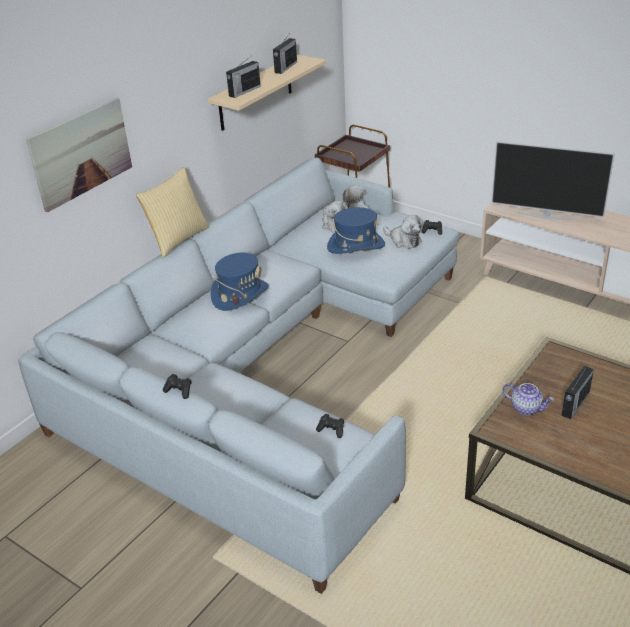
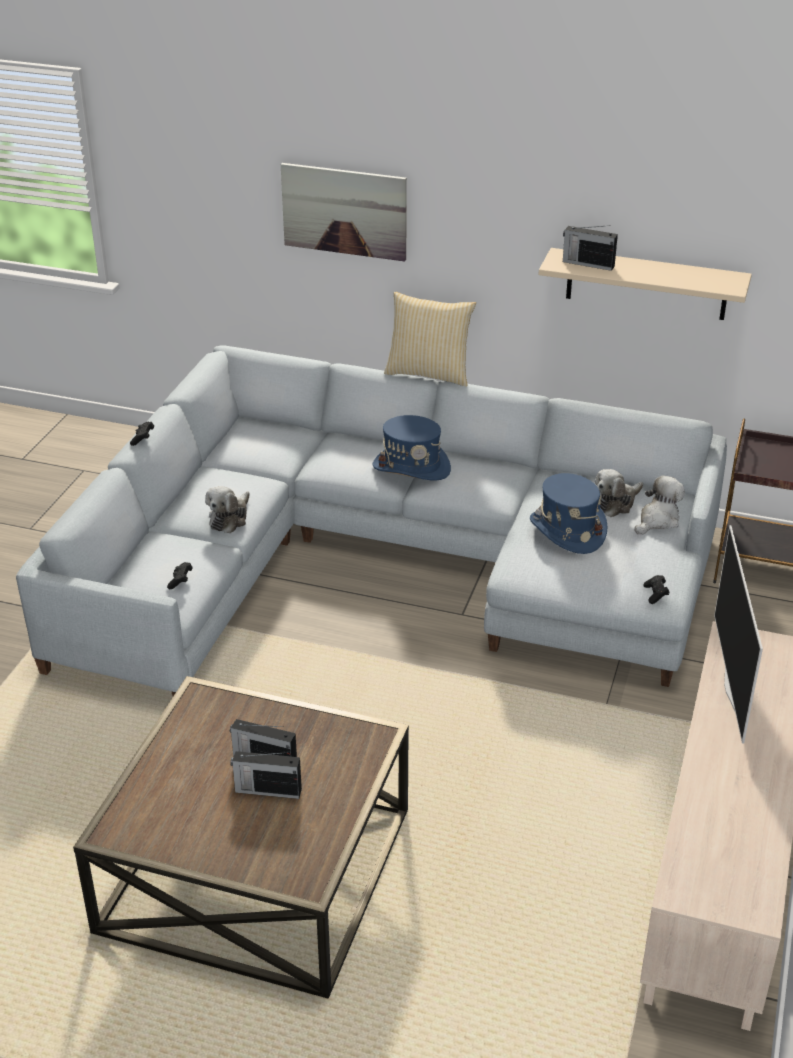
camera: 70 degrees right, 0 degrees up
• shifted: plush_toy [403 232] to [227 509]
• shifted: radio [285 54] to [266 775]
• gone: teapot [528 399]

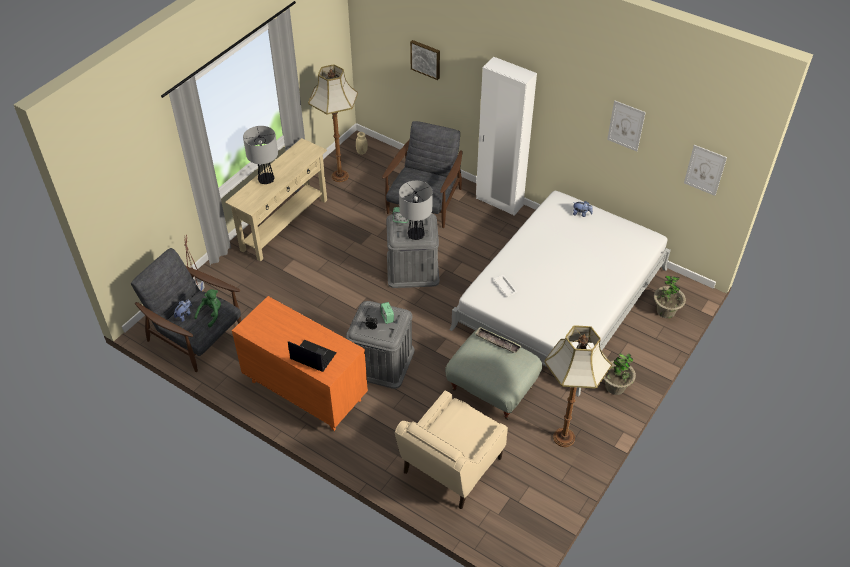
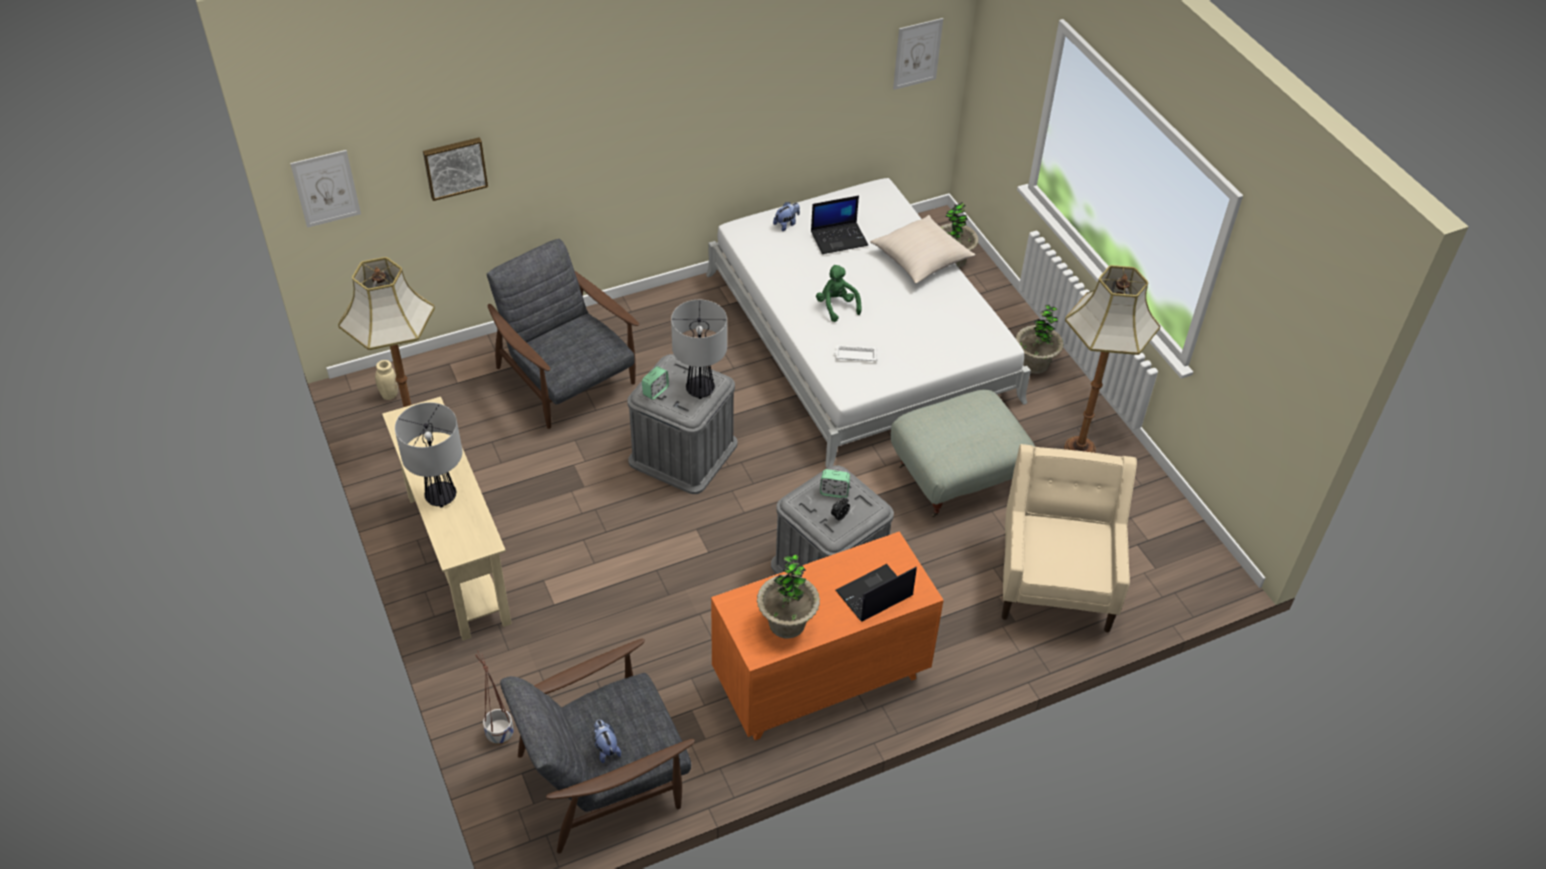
camera: 60 degrees left, 0 degrees up
• shifted: picture [626 126] to [325 189]
• new: potted_plant [788 596]
• new: laptop [839 225]
• shifted: green_plush_toy [207 308] to [838 293]
• new: beige_pillow [923 249]
• rotated: beige_armchair [451 449] = [1069 538] 150 degrees counterclockwise
• gone: tray [498 340]
• gone: white_wardrobe [506 136]

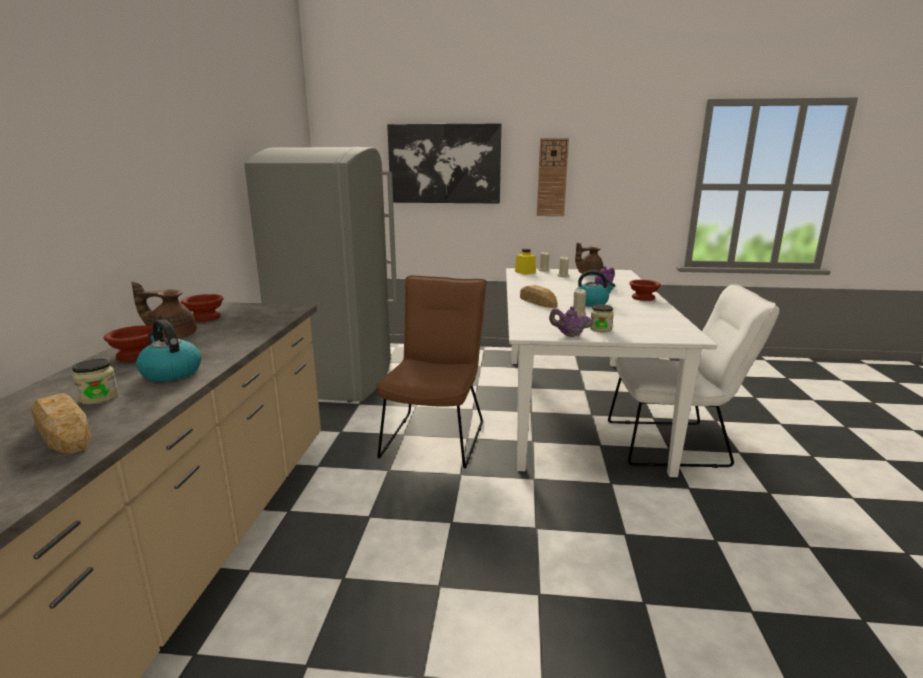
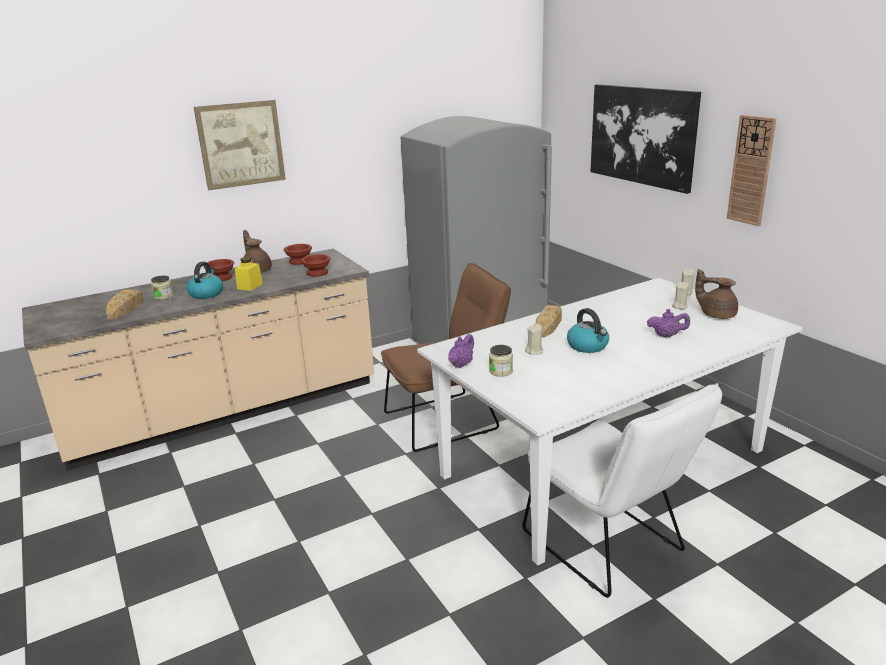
camera: 55 degrees right, 5 degrees up
• new: picture [240 145]
• shifted: yellow_jar [525 262] to [249 274]
• shifted: brown_bowl [645 290] to [316 265]
• rotated: purple_teapot [570 321] = [461 351] 45 degrees clockwise

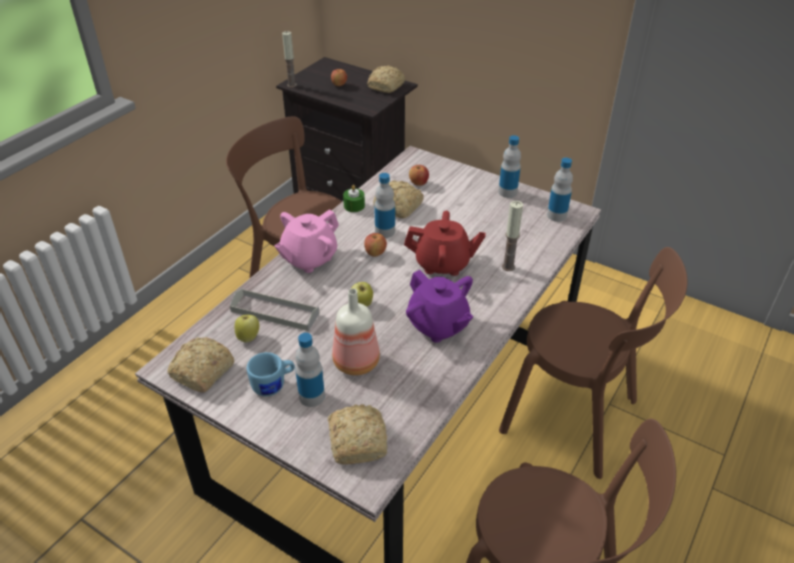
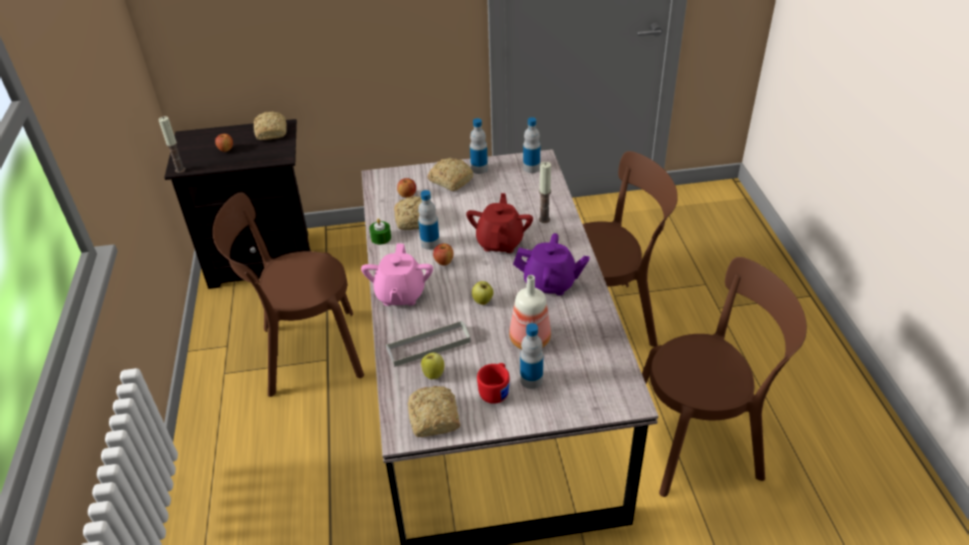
camera: 40 degrees left, 0 degrees up
• shifted: bread [357 434] to [450 174]
• rotated: red_teapot [445 243] = [499 223] 45 degrees counterclockwise
• repainted: blue_mug [271 374] to red_mug [493 383]

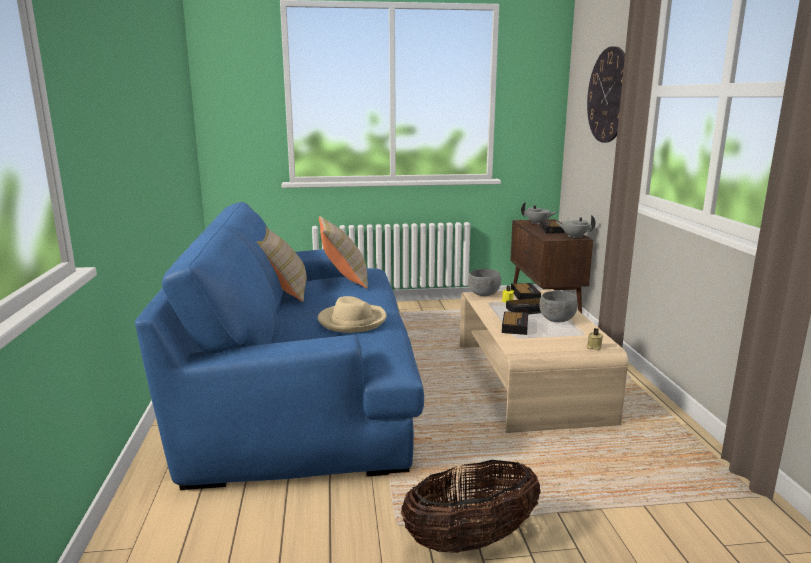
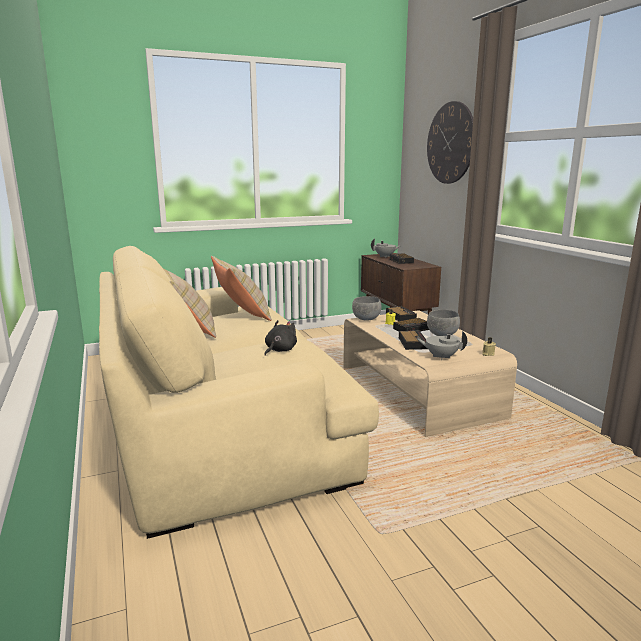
camera: 15 degrees left, 0 degrees up
• repainted: blue_sofa [279 346] to beige_sofa [239 392]
• swapped: beige_hat [352 314] to black_plush_toy [280 338]
• shifted: grey_teapot [575 226] to [442 345]
• gone: basket [471 506]

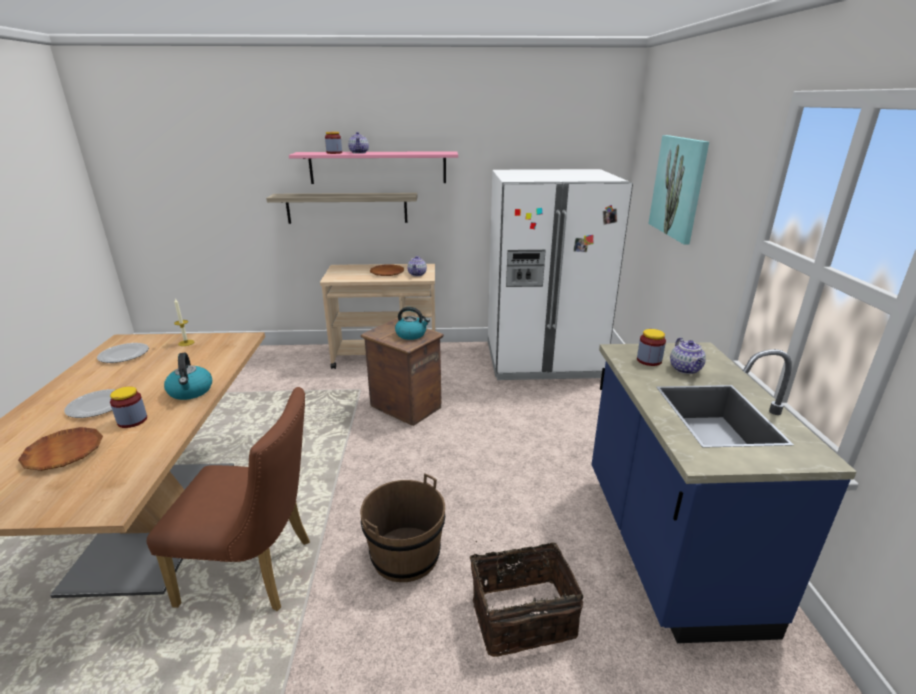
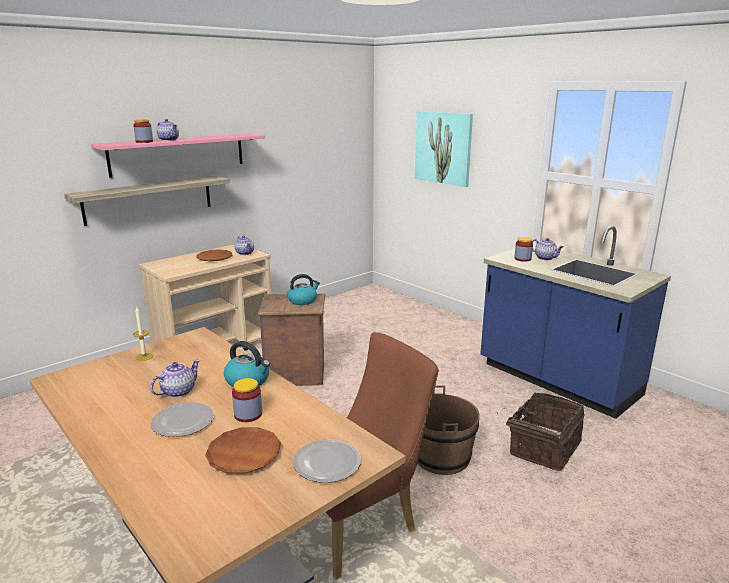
camera: 40 degrees left, 5 degrees down
• new: teapot [175 379]
• shifted: plate [123 353] to [327 461]
• gone: white_fridge [560 274]

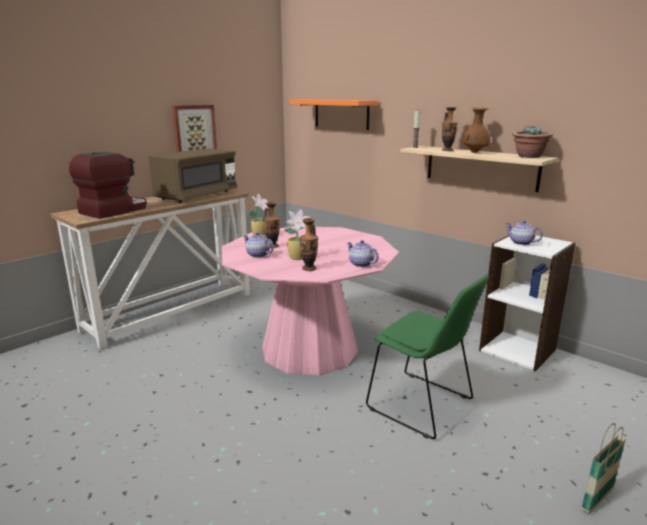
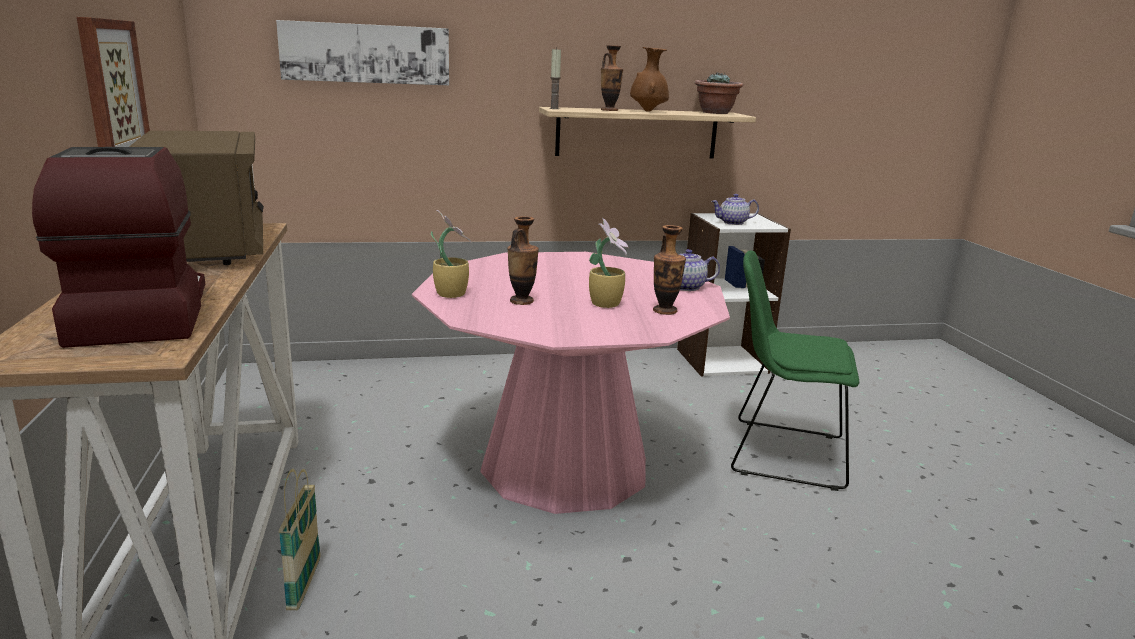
camera: 55 degrees left, 0 degrees up
• swapped: orange_shelf [333 114] to picture [362 52]
• shifted: basket [603 468] to [300 539]
• rotated: green_chair [427 356] = [795 371] 150 degrees counterclockwise
• gone: teapot [258 245]

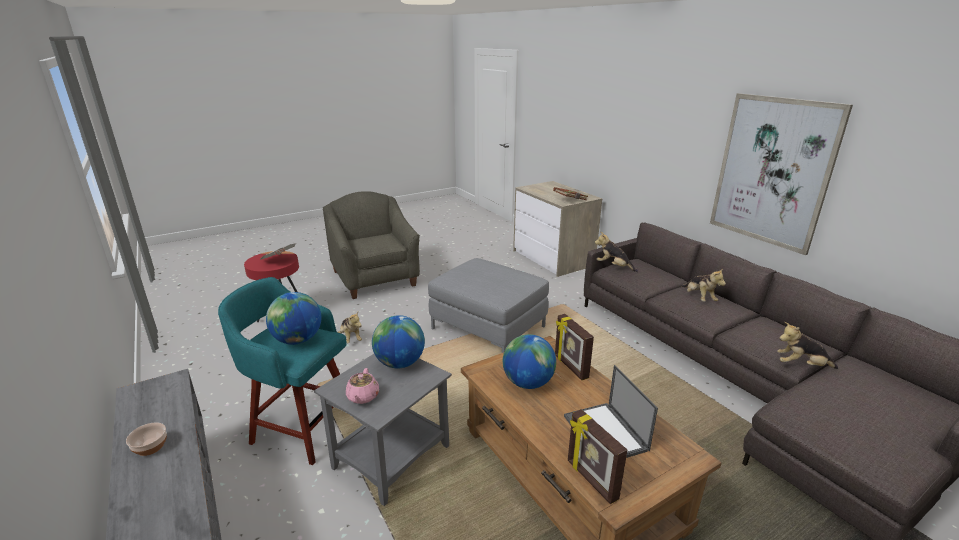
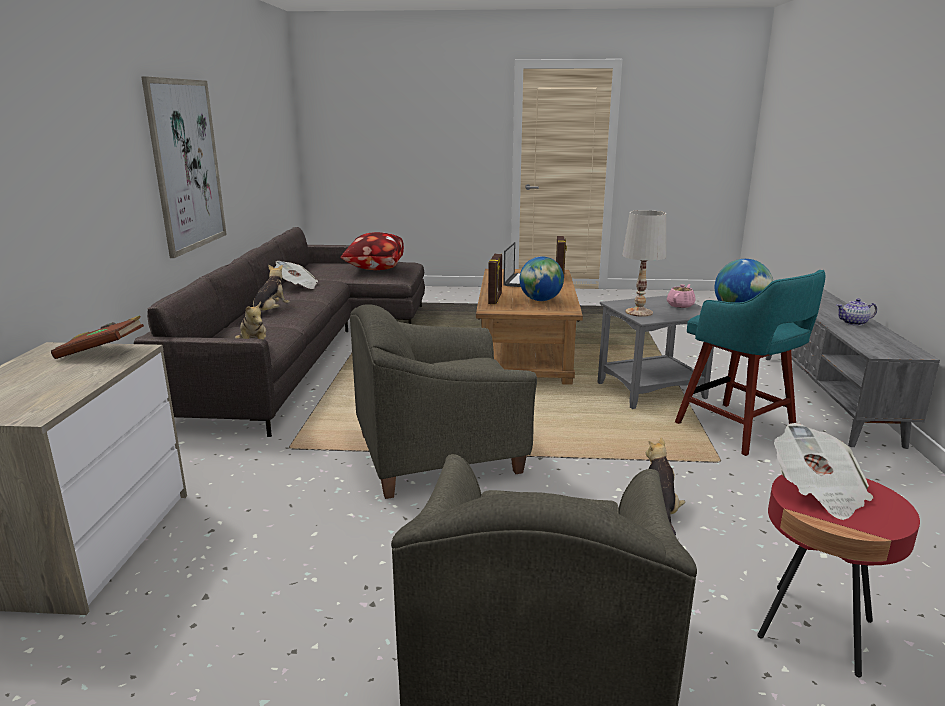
camera: 145 degrees left, 5 degrees down
• new: newspaper [296 275]
• new: pillow [372 251]
• swapped: grey_ottoman [488 305] to grey_armchair [443 401]
• swapped: globe [398 341] to white_table_lamp [644 263]
• swapped: bowl [146 439] to teapot [857 312]
• gone: plush_toy [807 345]

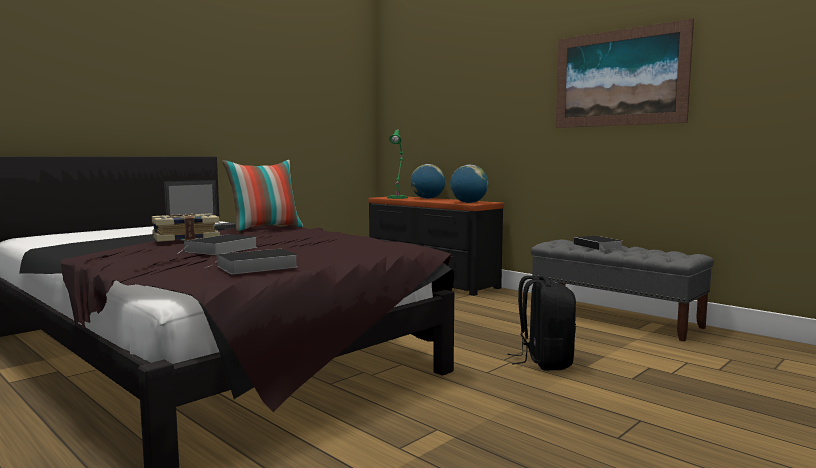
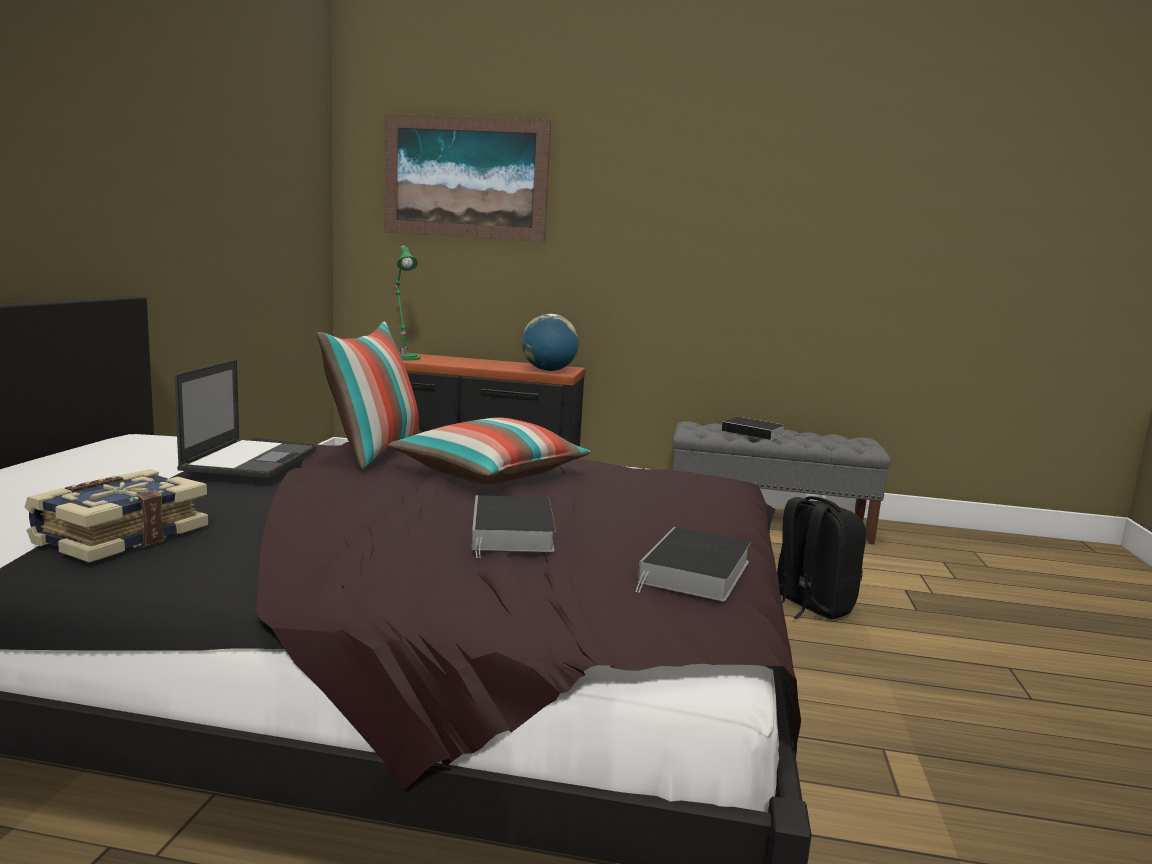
camera: 35 degrees left, 5 degrees up
• shifted: book [186 227] to [116 516]
• shifted: picture [625 73] to [467 178]
• new: pillow [489 450]
• gone: globe [428 181]

